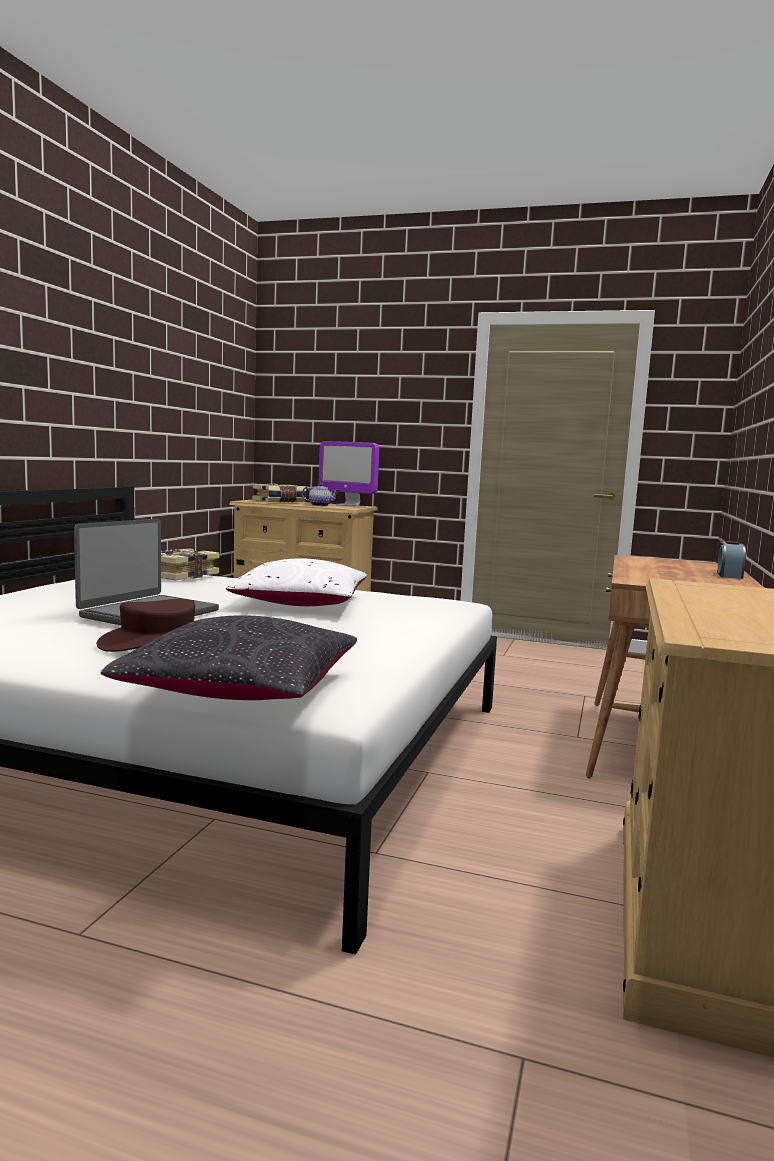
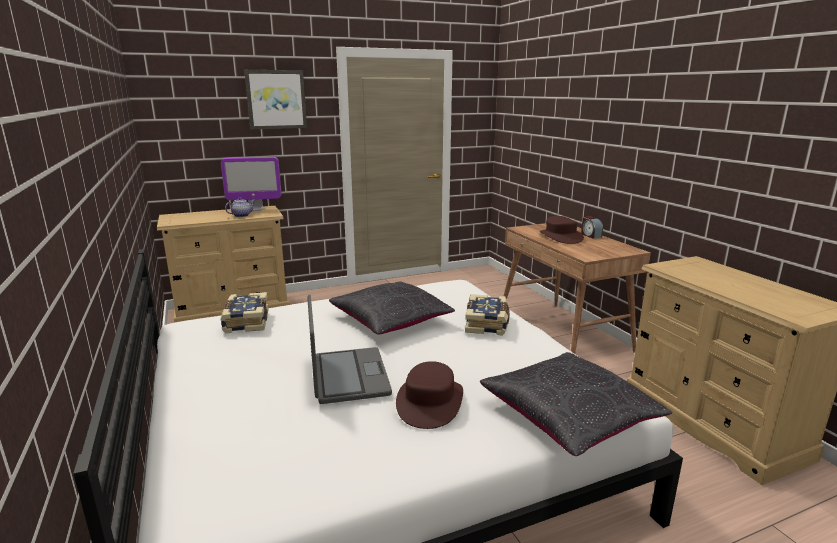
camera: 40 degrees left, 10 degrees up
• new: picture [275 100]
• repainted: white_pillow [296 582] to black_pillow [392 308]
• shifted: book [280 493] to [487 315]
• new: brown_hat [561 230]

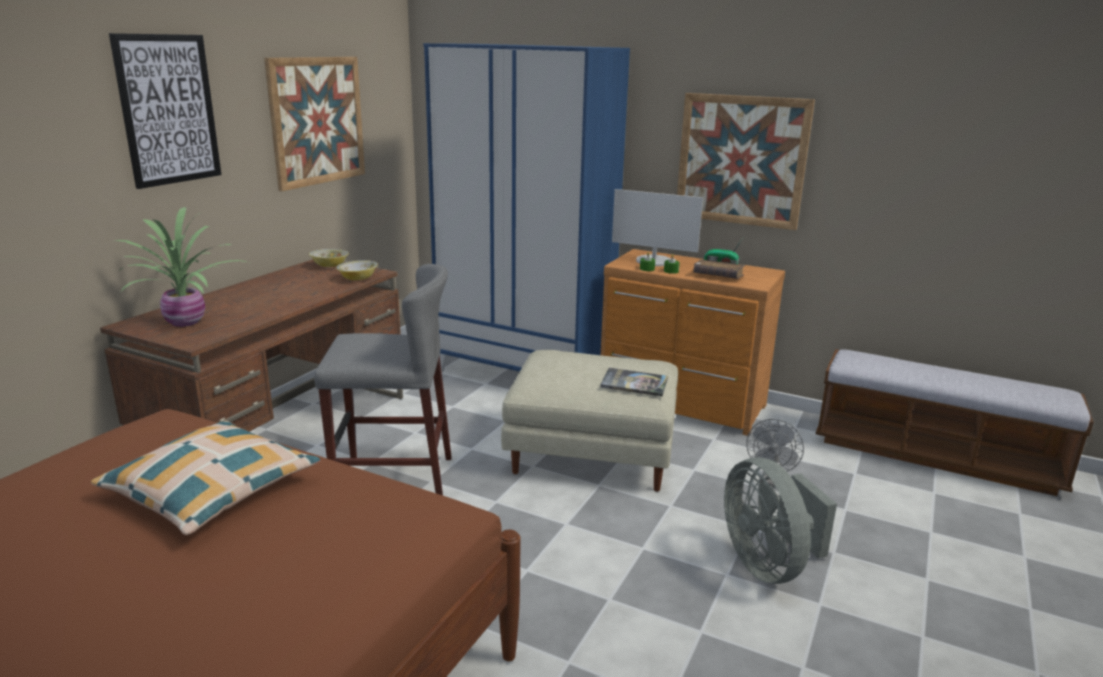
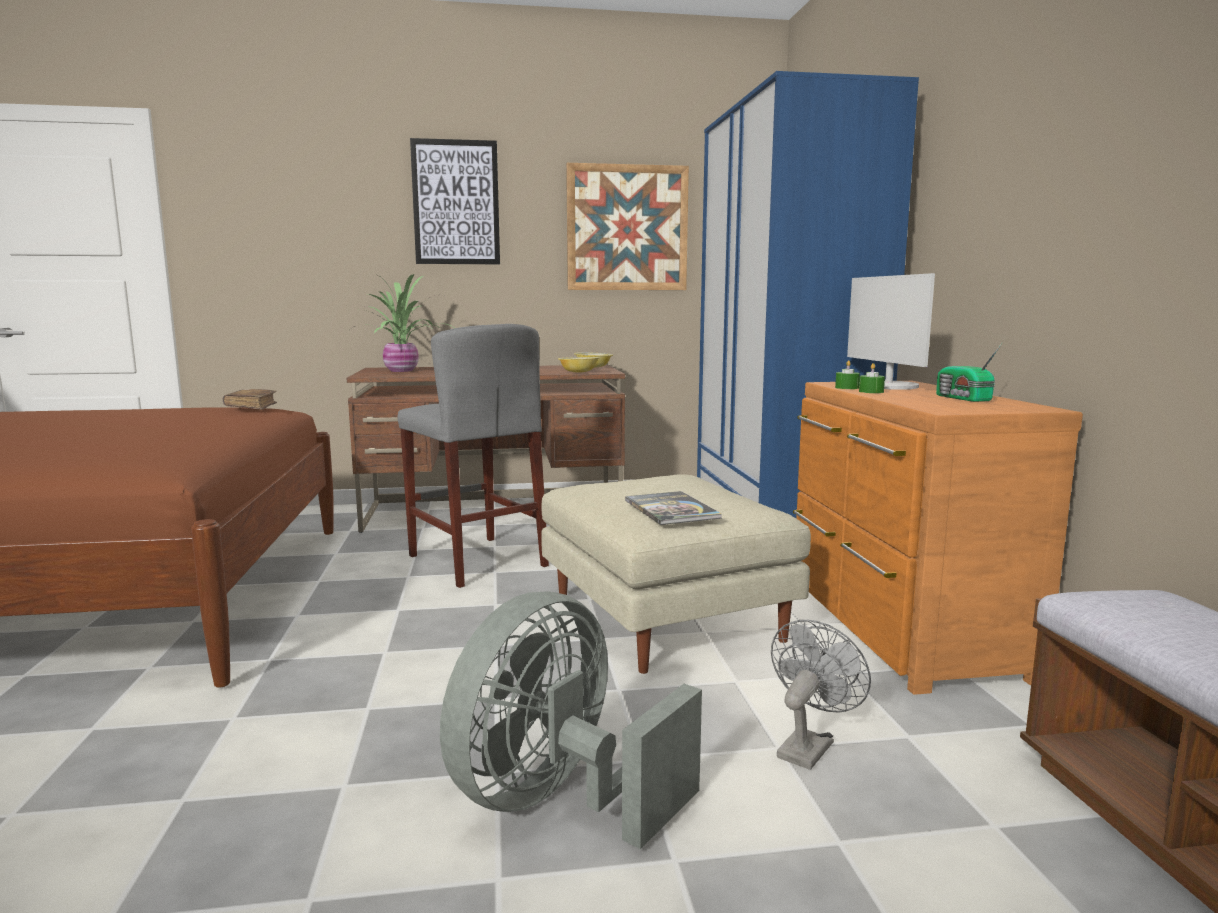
camera: 55 degrees right, 10 degrees down
• shifted: brown_book [719 269] to [250 399]
• rotated: grey_fan [775 452] = [821 695] 135 degrees clockwise
• gone: pillow [206 478]
• gone: picture [746 161]

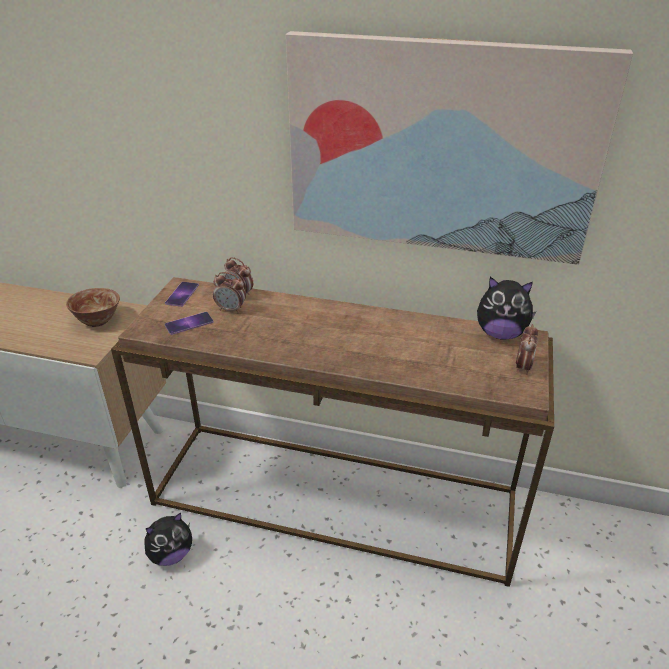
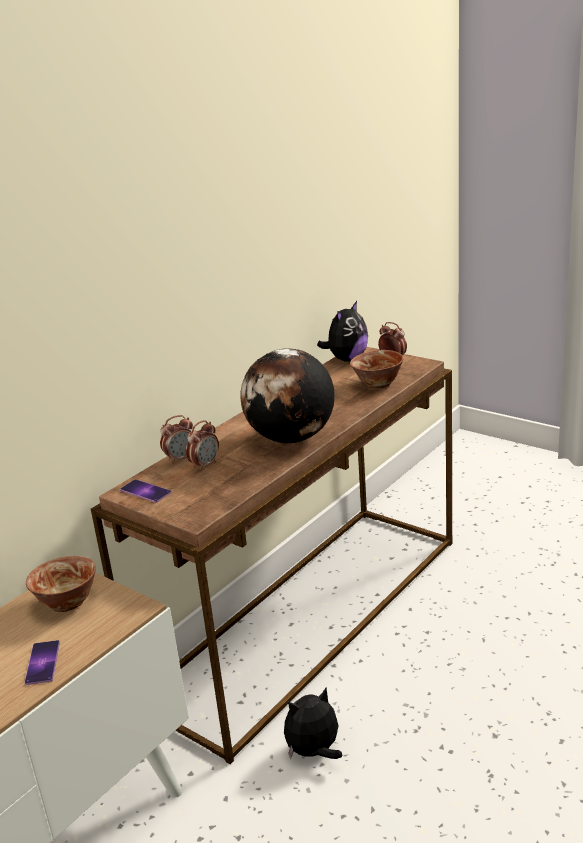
camera: 65 degrees left, 10 degrees down
• shifted: phone [189 323] to [42 662]
• new: globe [287 396]
• rotated: plush_toy [168 539] = [313 723] 105 degrees counterclockwise
• new: bowl [376 369]
• gone: picture [459 148]

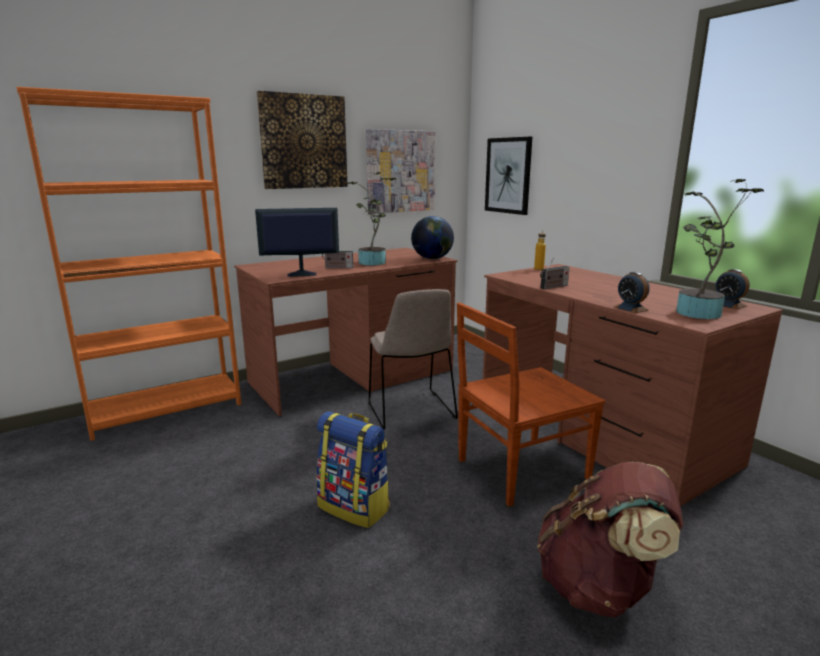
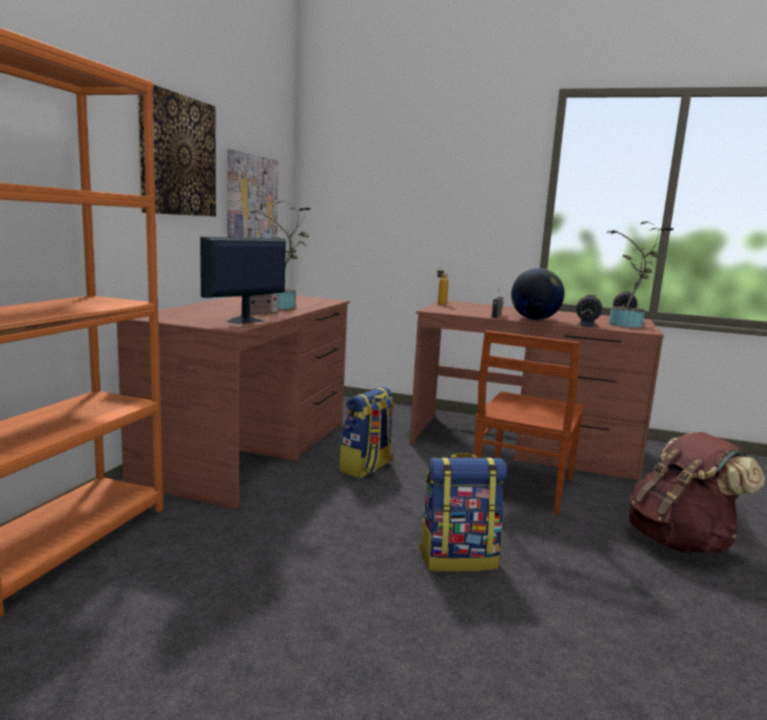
camera: 40 degrees left, 5 degrees down
• swapped: beige_chair [413 359] to backpack [366 432]
• shifted: globe [432 237] to [537 294]
• gone: picture [508 176]

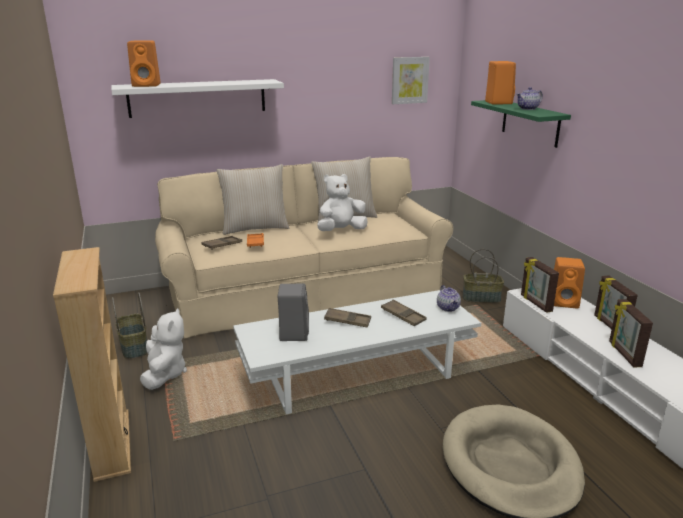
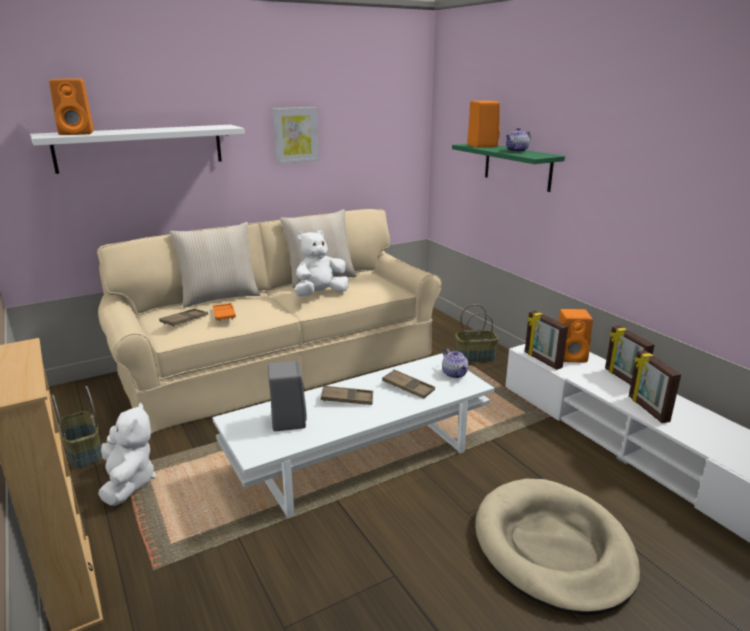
camera: 10 degrees left, 0 degrees up
• shifted: picture [411 80] to [296 135]

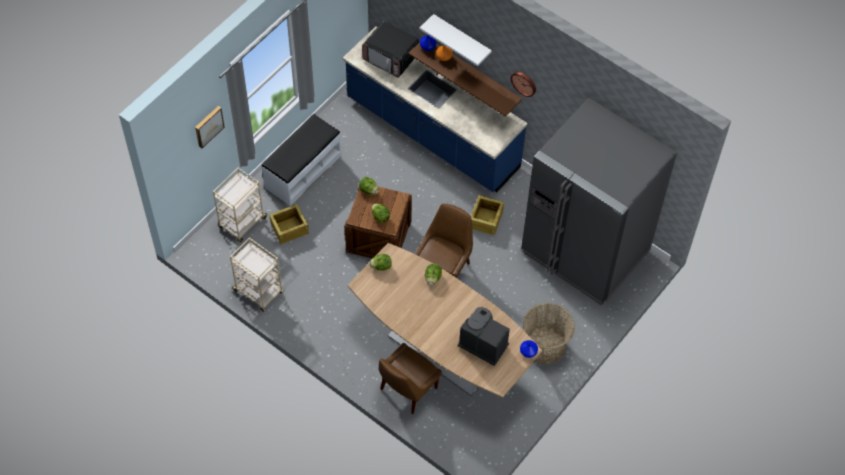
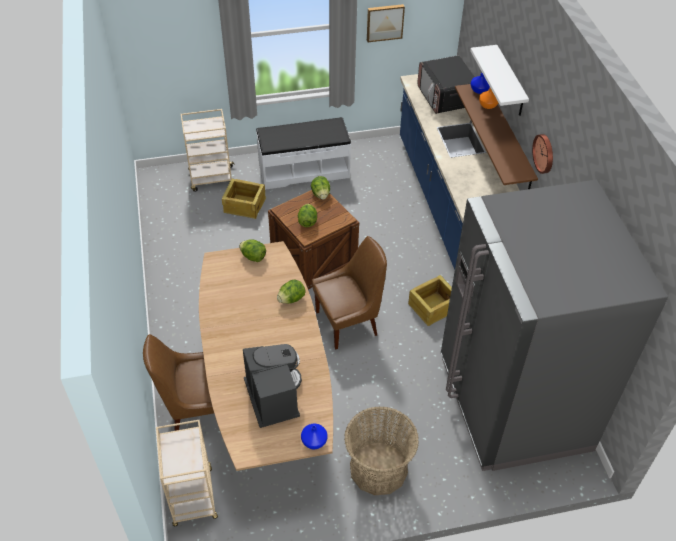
camera: 40 degrees right, 10 degrees down
• shifted: beige_cart [256 274] to [187 473]
• shifted: picture [210 127] to [386 23]

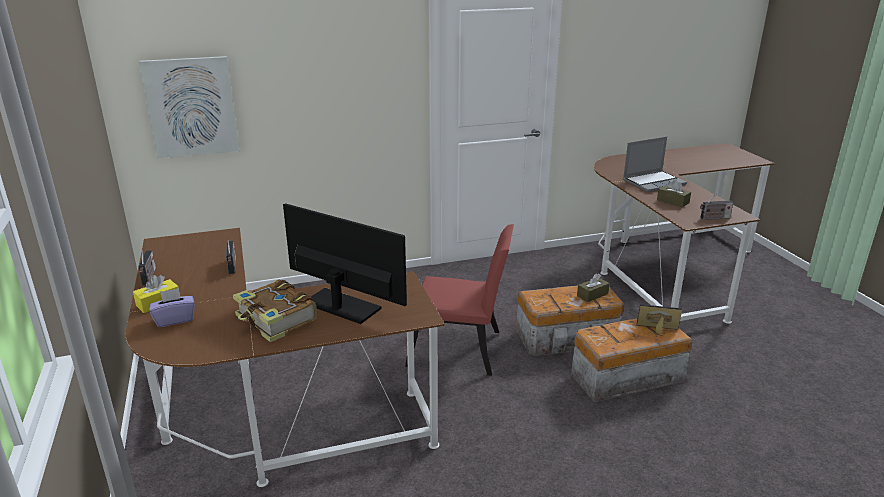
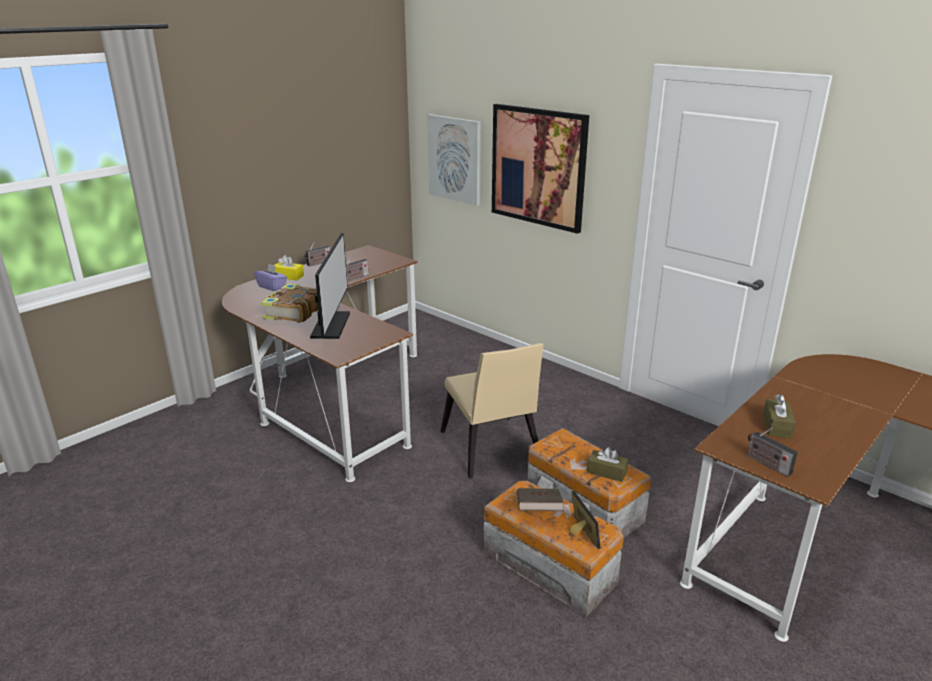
camera: 60 degrees right, 0 degrees up
• repainted: red_chair [459 300] to beige_chair [491 411]
• new: picture [540 169]
• new: brown_book [540 499]
• gone: laptop [655 164]

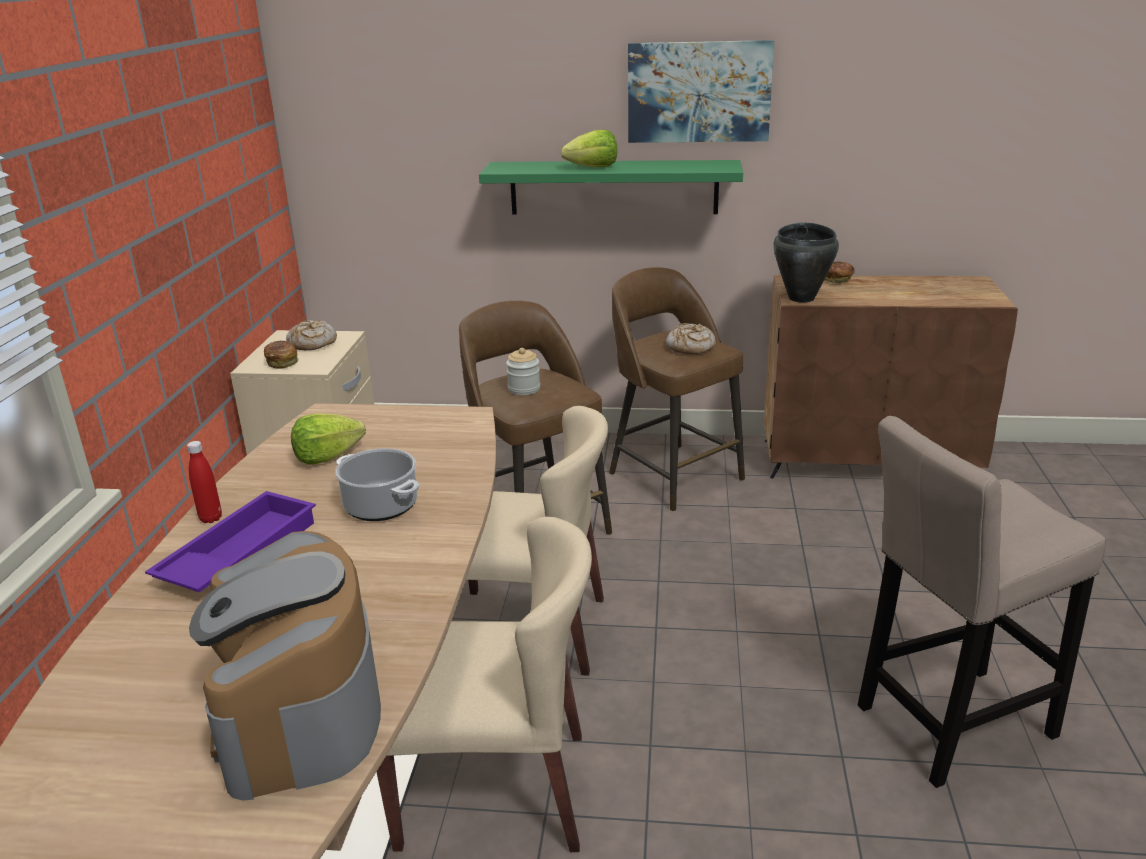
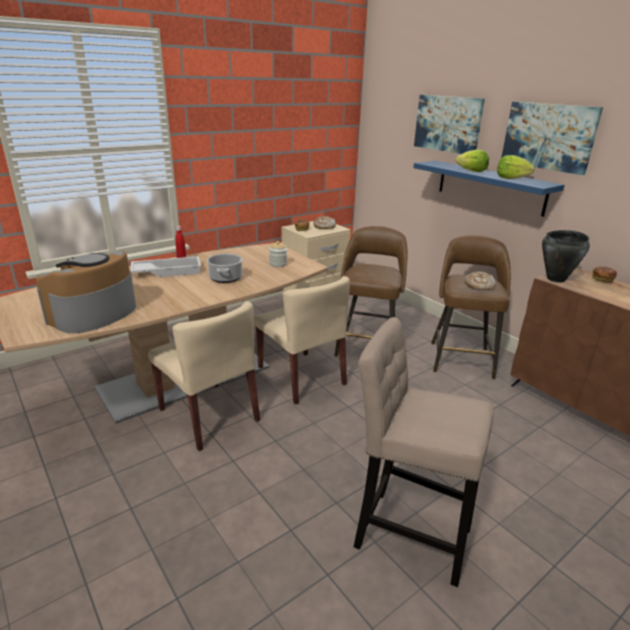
camera: 45 degrees right, 0 degrees up
• repainted: purple_tray [230 541] to white_tray [166 266]
• shifted: jar [523 371] to [278 254]
• repainted: green_shelf [611 187] to blue_shelf [489 189]
• new: picture [449 124]
• shifted: lettuce [328 439] to [516 167]

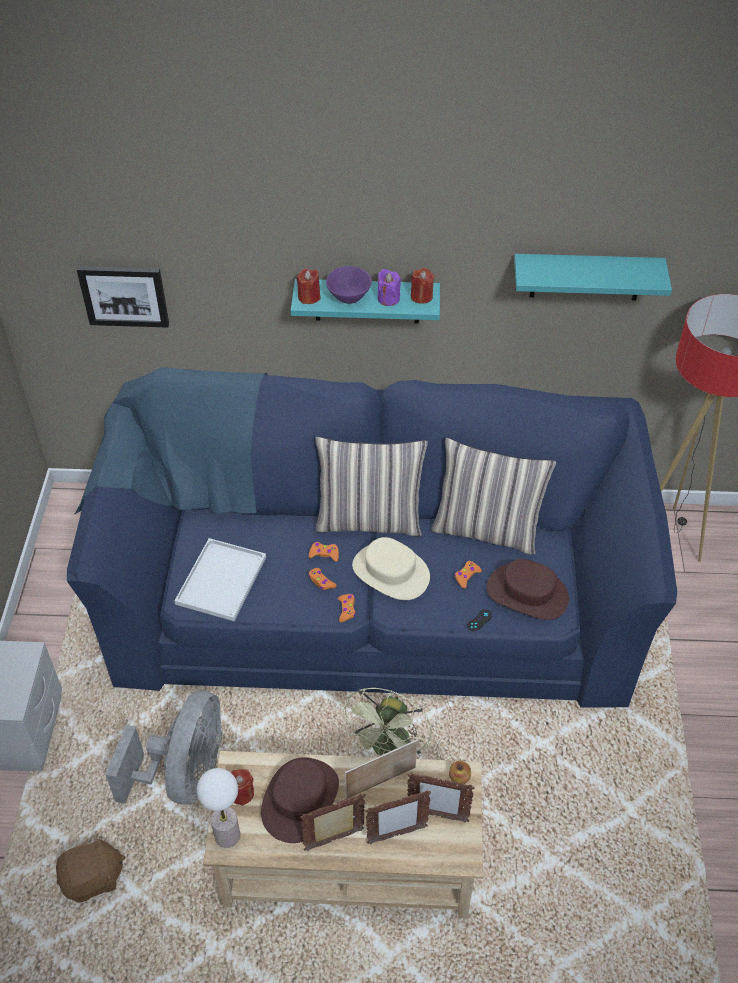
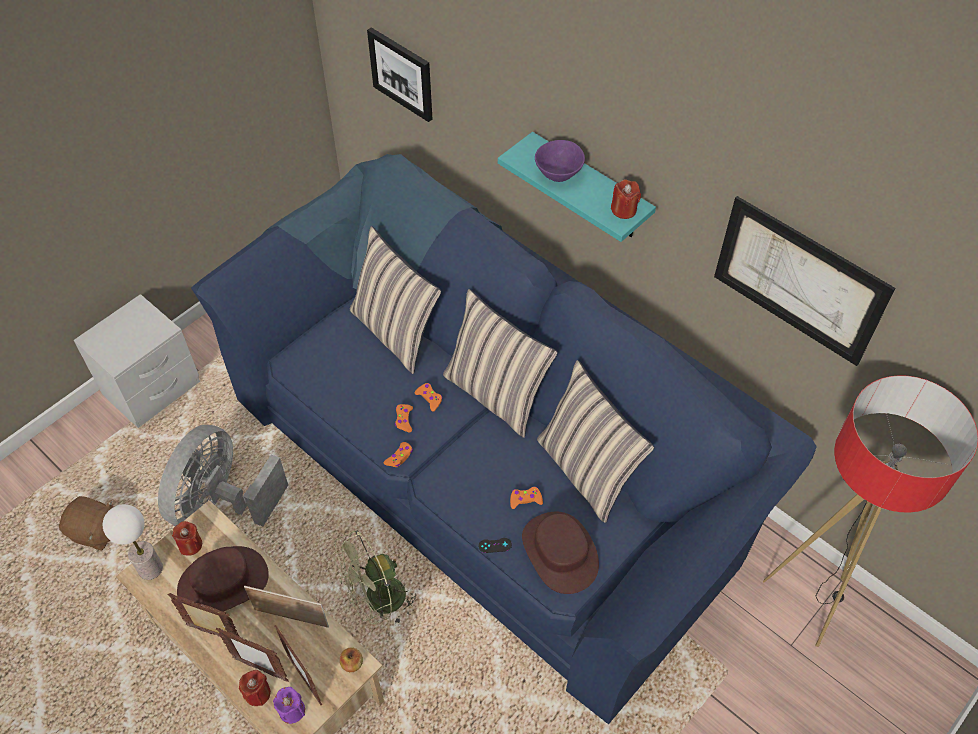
camera: 40 degrees right, 5 degrees up
• rotated: grey_fan [163 747] = [223 475] 150 degrees clockwise
• shifted: red_candle [308 286] to [255 688]
• shifted: purple_candle [389 287] to [289 705]
• new: pillow [395 300]
• swapped: turquoise_shelf [593 277] to picture [804 281]
• gone: white_tray [220 579]
• gone: beige_hat [391 568]

